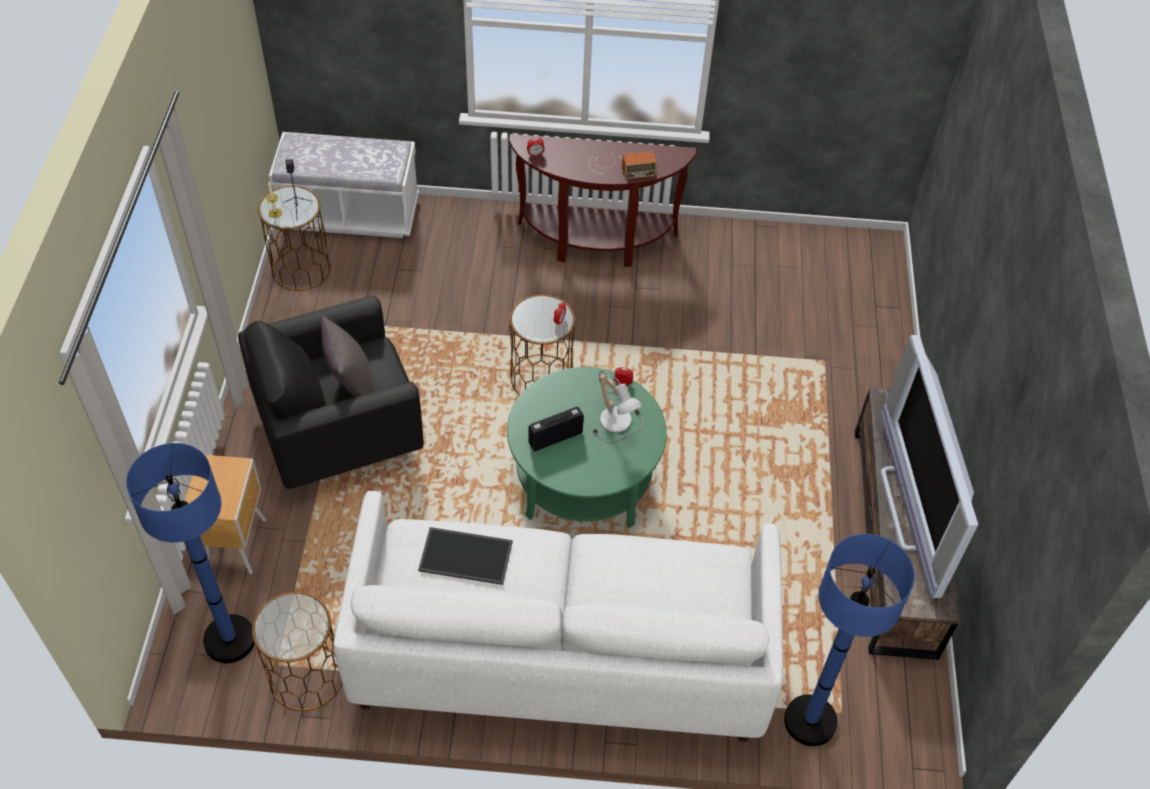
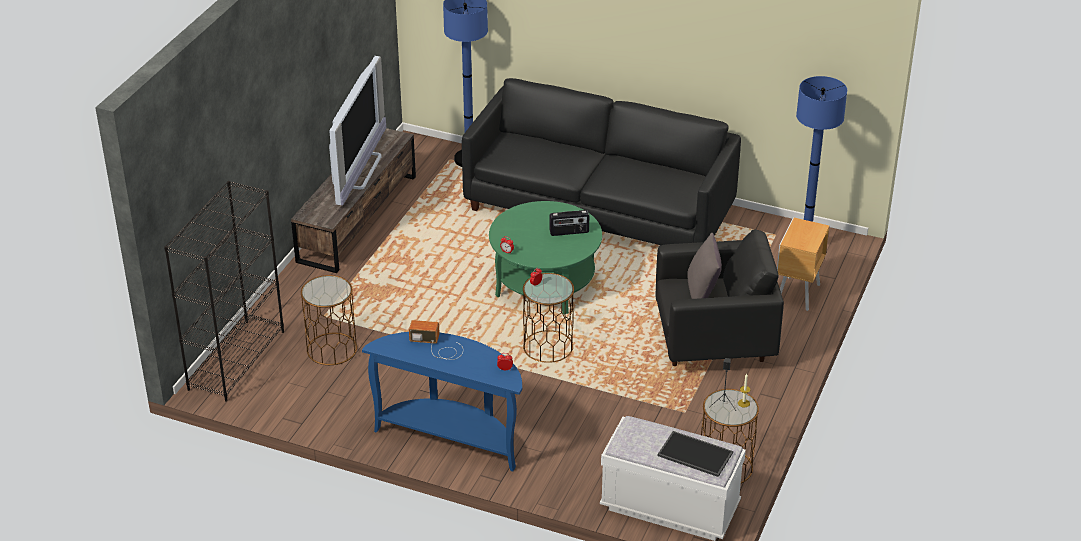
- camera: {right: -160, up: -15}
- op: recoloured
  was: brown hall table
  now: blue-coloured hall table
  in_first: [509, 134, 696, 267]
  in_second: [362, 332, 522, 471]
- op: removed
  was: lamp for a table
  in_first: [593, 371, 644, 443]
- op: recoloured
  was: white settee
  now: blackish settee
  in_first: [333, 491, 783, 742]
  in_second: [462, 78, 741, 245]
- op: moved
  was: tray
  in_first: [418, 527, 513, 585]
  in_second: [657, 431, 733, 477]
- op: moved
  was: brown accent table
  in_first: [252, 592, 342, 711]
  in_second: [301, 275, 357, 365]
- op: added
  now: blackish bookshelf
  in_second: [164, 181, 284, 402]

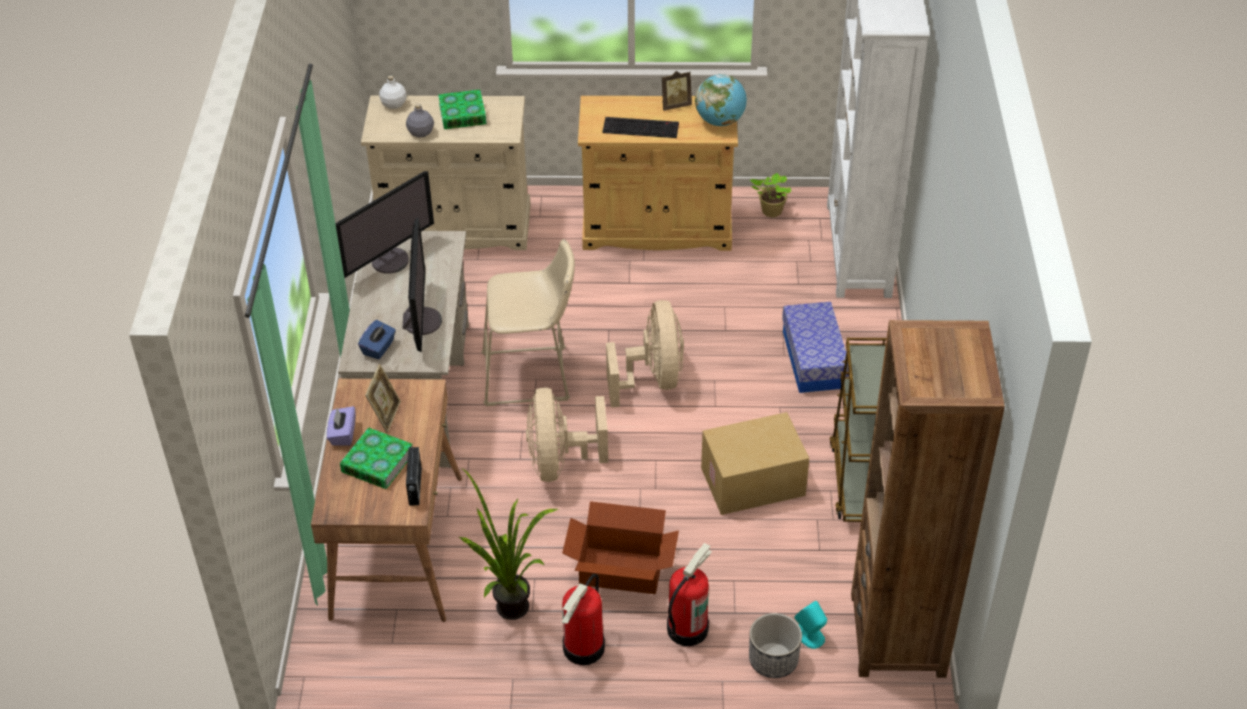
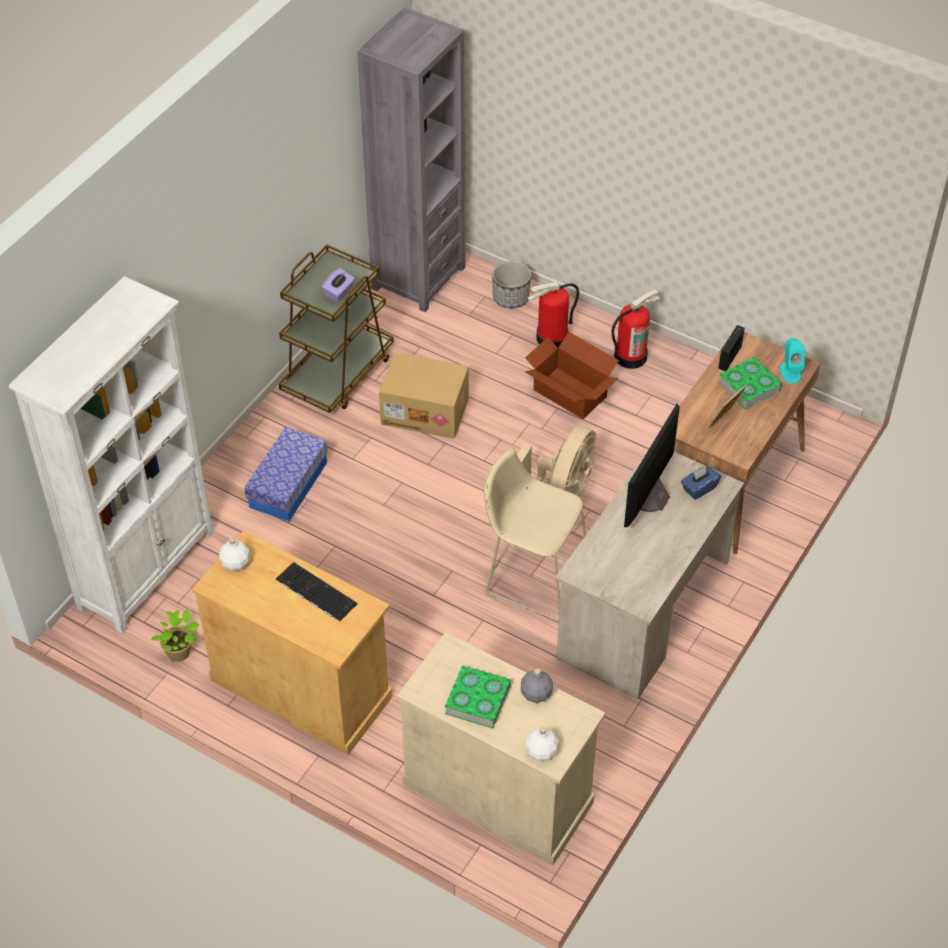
- camera: {right: -150, up: 5}
- op: removed
  was: photo frame
  in_first: [662, 71, 692, 111]
- op: replaced
  was: world globe
  now: white bottle
  in_first: [695, 74, 747, 126]
  in_second: [219, 537, 250, 571]
- op: removed
  was: computer display
  in_first: [335, 171, 434, 278]
- op: removed
  was: sand-coloured cooling fan
  in_first: [606, 300, 684, 407]
- op: recoloured
  was: brown bookshelf
  now: grey bookshelf
  in_first: [851, 320, 1005, 678]
  in_second: [357, 7, 466, 312]
- op: moved
  was: purple box of tissues
  in_first: [327, 406, 355, 446]
  in_second: [321, 268, 355, 302]
- op: removed
  was: houseplant
  in_first: [458, 469, 558, 620]
- op: moved
  was: turquoise loudspeaker
  in_first: [794, 601, 827, 649]
  in_second: [780, 338, 805, 383]

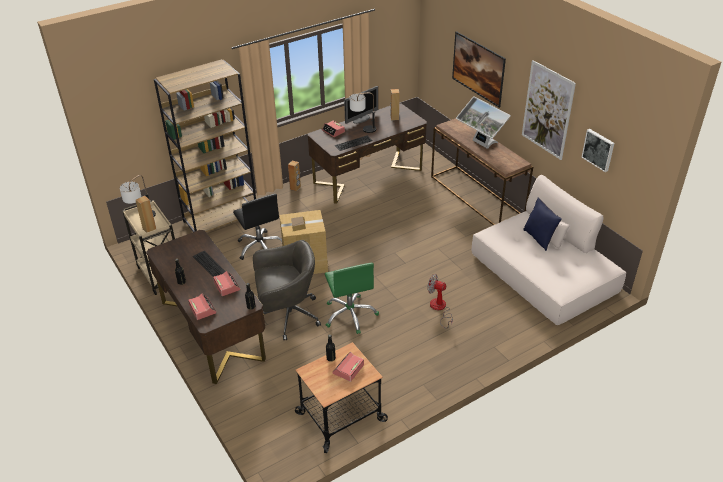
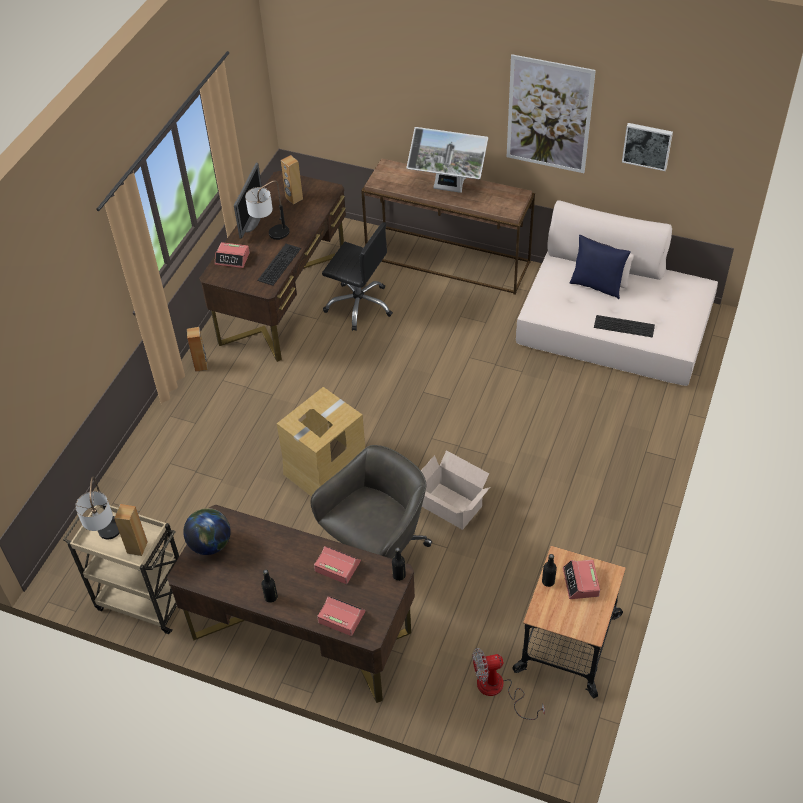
- camera: {right: -35, up: 10}
- op: removed
  was: wall art
  in_first: [452, 31, 506, 108]
- op: removed
  was: brown bookshelf
  in_first: [154, 59, 256, 232]
- op: moved
  was: blackish office chair
  in_first: [233, 194, 282, 260]
  in_second: [322, 222, 393, 331]
- op: moved
  was: PC keyboard
  in_first: [193, 251, 226, 277]
  in_second: [594, 315, 655, 337]
- op: replaced
  was: green office chair
  now: carton
  in_first: [325, 263, 379, 334]
  in_second: [421, 450, 490, 530]
- op: moved
  was: cooling fan
  in_first: [427, 274, 453, 329]
  in_second: [472, 648, 545, 720]
- op: added
  now: world globe
  in_second: [183, 508, 231, 555]

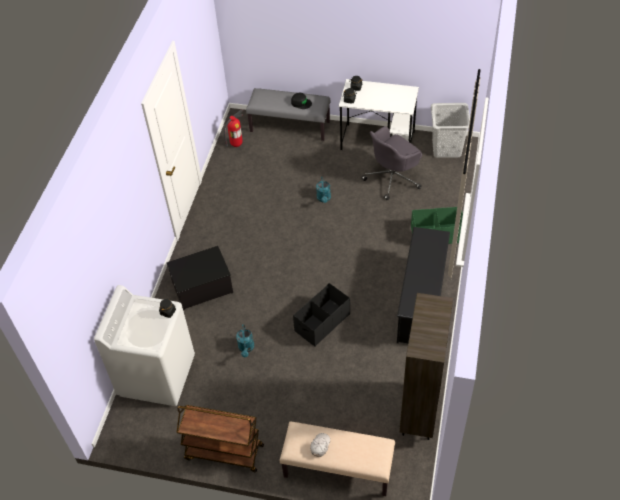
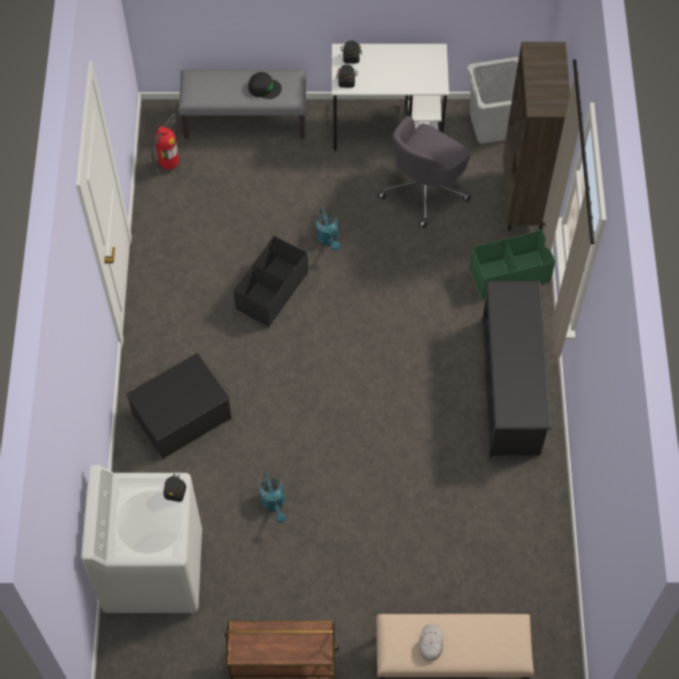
- camera: {right: -15, up: 10}
- op: moved
  was: blackish storage box
  in_first: [293, 283, 350, 346]
  in_second: [234, 236, 308, 327]
- op: moved
  was: brown bookshelf
  in_first: [400, 293, 453, 440]
  in_second: [503, 42, 570, 231]

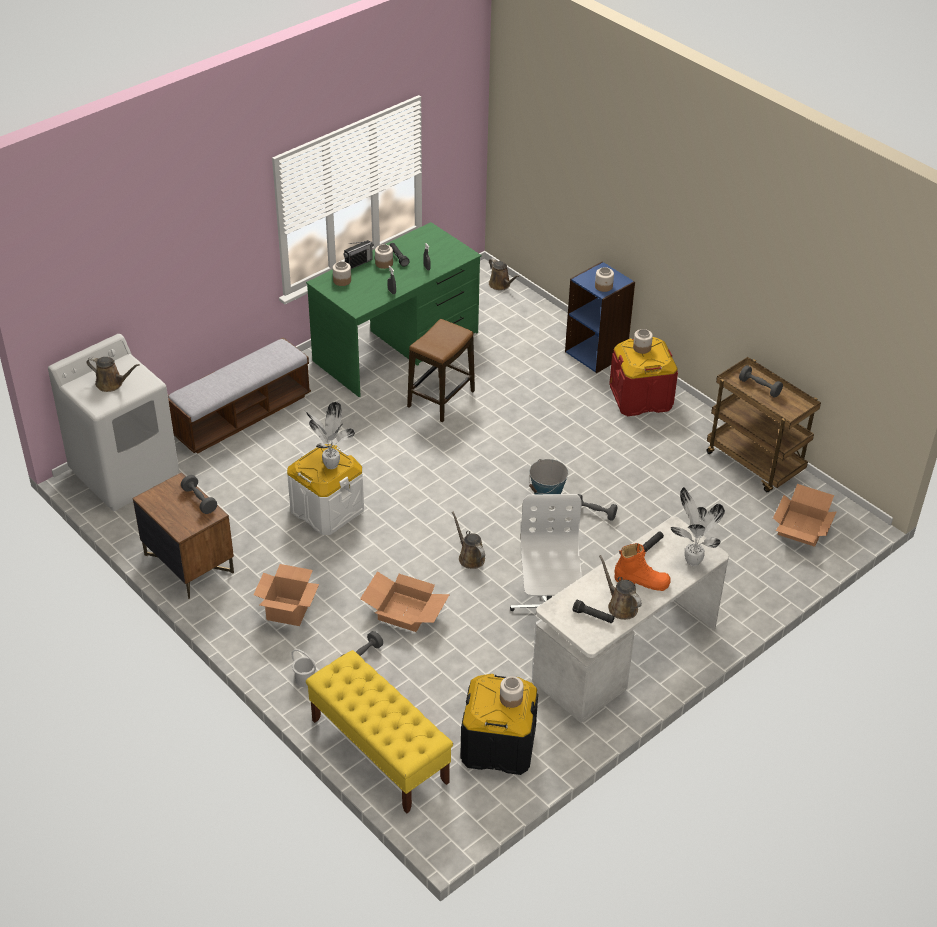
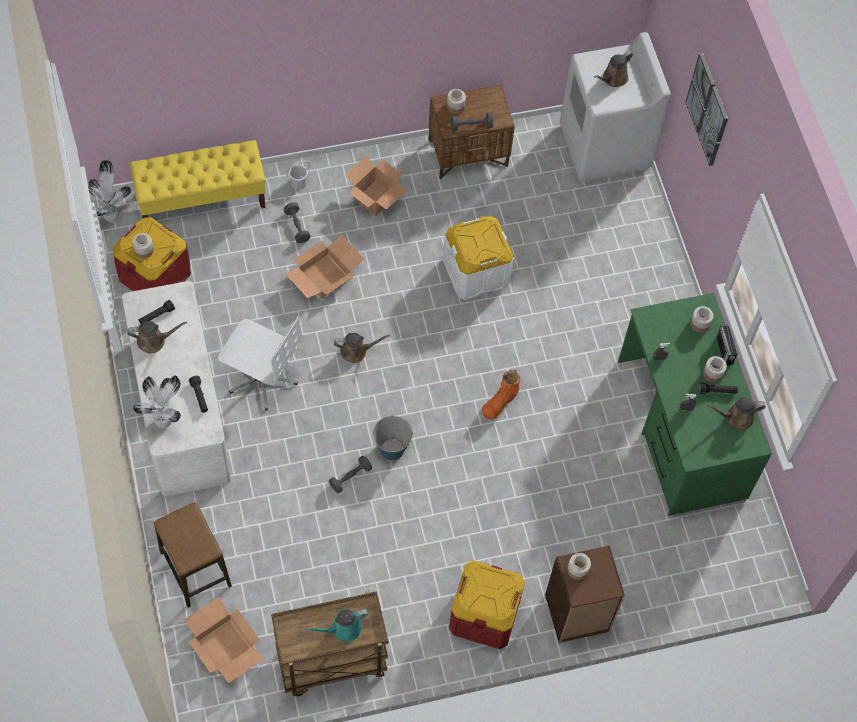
- camera: {right: 115, up: 20}
- op: moved
  was: brown watering can
  in_first: [489, 258, 519, 290]
  in_second: [707, 397, 766, 430]
- op: recoloured
  was: blue-coloured bookshelf
  now: brown bookshelf
  in_first: [565, 261, 635, 373]
  in_second: [545, 545, 625, 643]
- op: moved
  was: sitting stool
  in_first: [407, 319, 475, 422]
  in_second: [154, 502, 232, 608]
- op: moved
  was: preserve jar
  in_first: [633, 329, 653, 354]
  in_second: [447, 89, 466, 114]
- op: removed
  was: bench
  in_first: [168, 337, 311, 454]
- op: replaced
  was: grey hand weight
  now: turquoise watering can
  in_first: [739, 365, 783, 398]
  in_second: [305, 609, 369, 642]
- op: moved
  was: houseplant
  in_first: [306, 402, 355, 469]
  in_second: [88, 160, 131, 223]
- op: moved
  was: orangey tall boot
  in_first: [614, 543, 671, 591]
  in_second: [482, 370, 520, 419]
- op: recoloured
  was: blackish storage box
  now: red storage box
  in_first: [460, 674, 538, 775]
  in_second: [113, 217, 191, 291]
- op: added
  now: wall art
  in_second: [685, 53, 728, 166]

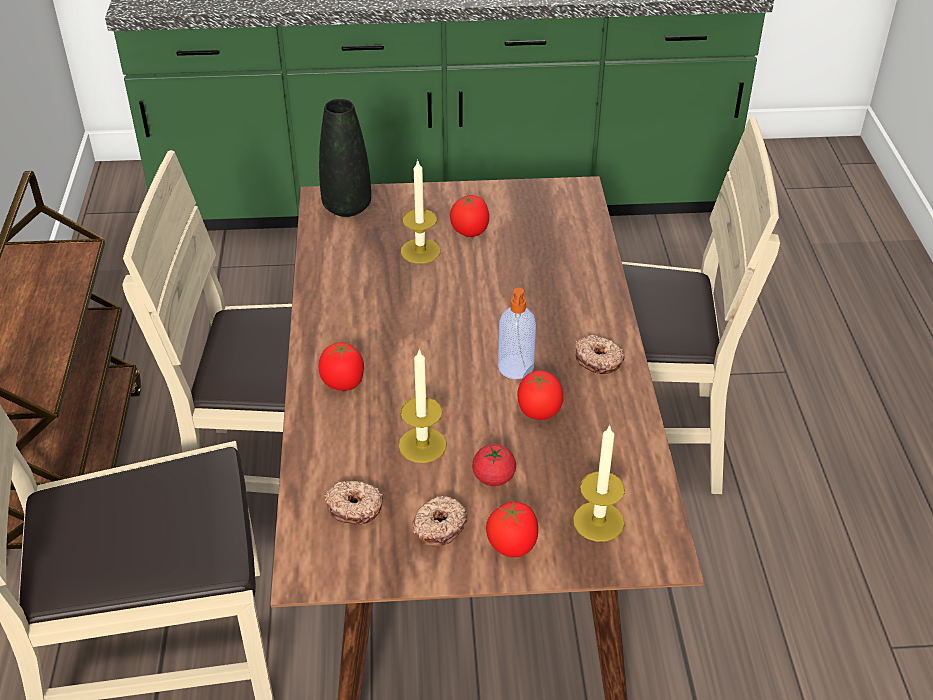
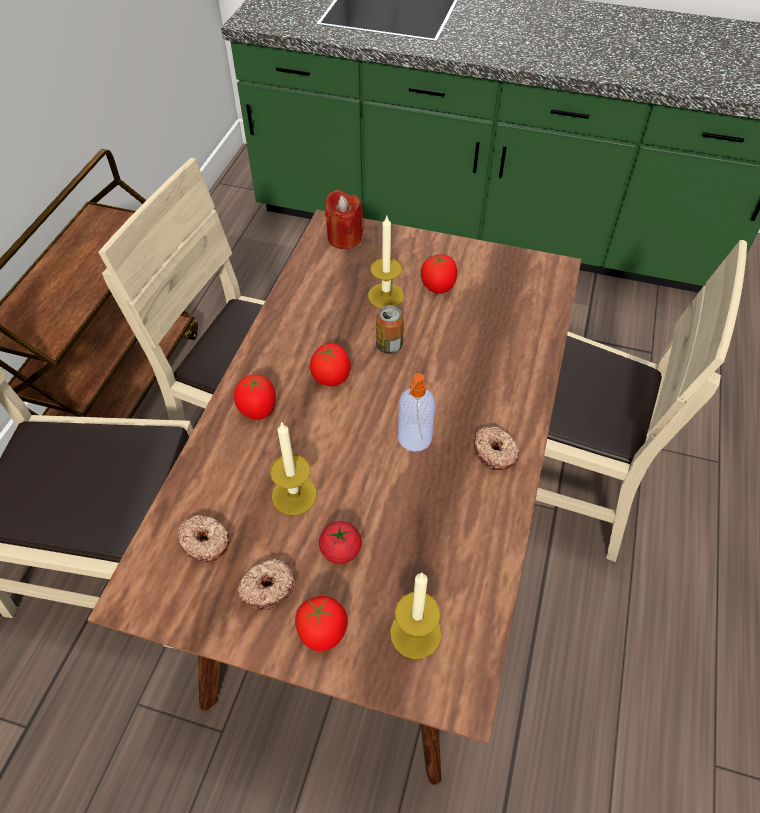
- camera: {right: 20, up: 10}
- op: replaced
  was: blackish decorative vase
  now: red candle
  in_first: [319, 99, 371, 217]
  in_second: [325, 190, 363, 249]
- op: moved
  was: tomato
  in_first: [517, 370, 563, 420]
  in_second: [310, 343, 351, 386]
- op: added
  now: sealed can
  in_second: [376, 305, 404, 354]

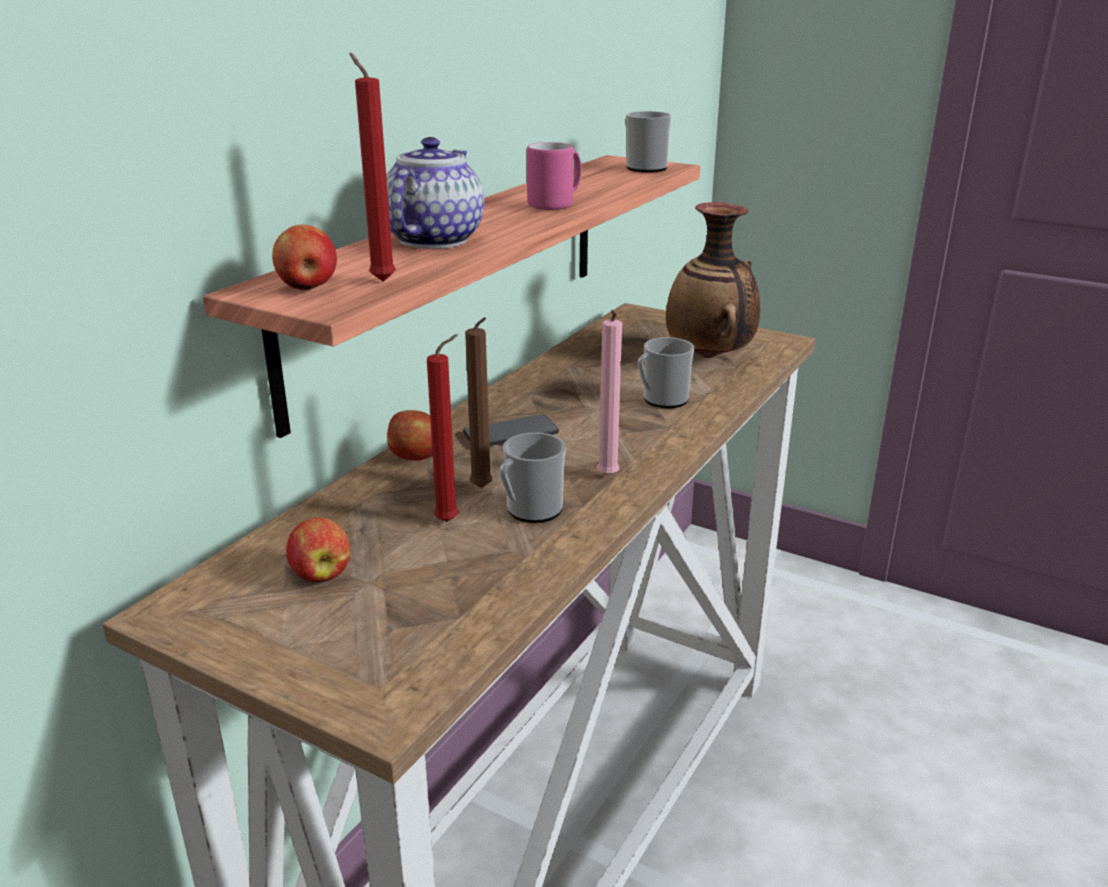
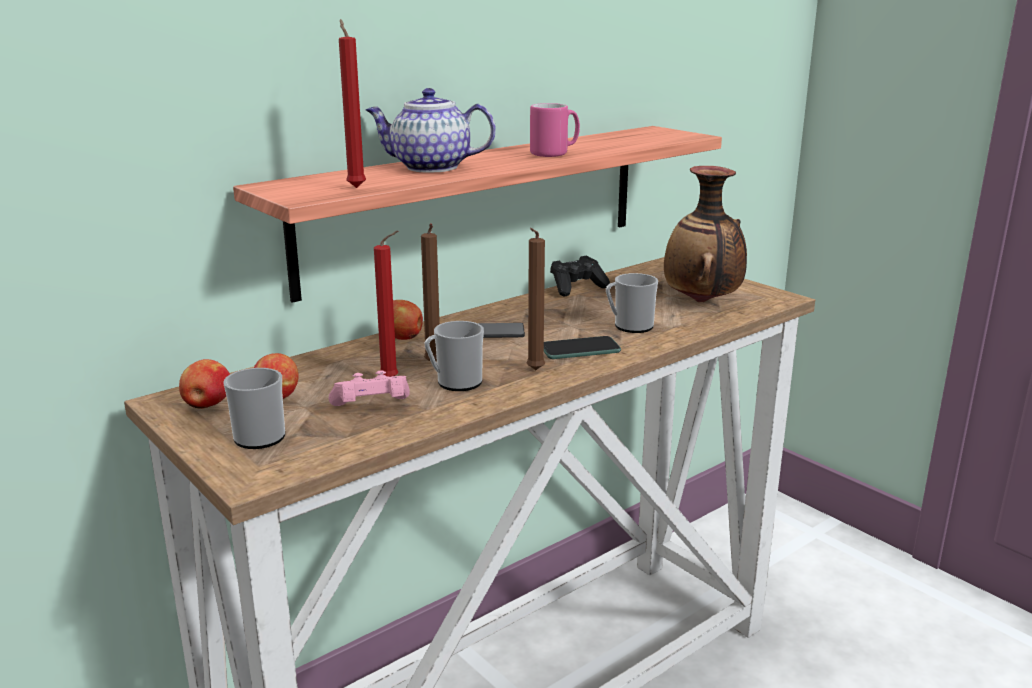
- camera: {right: 20, up: -5}
- op: moved
  was: mug
  in_first: [625, 111, 672, 173]
  in_second: [223, 368, 285, 449]
- op: turned
  was: pot for tea
  in_first: [386, 137, 484, 249]
  in_second: [365, 88, 496, 173]
  clockwise: -120
- op: moved
  was: apple
  in_first: [272, 225, 337, 290]
  in_second: [179, 359, 230, 409]
- op: recoloured
  was: pinkish candle
  now: brown candle
  in_first: [597, 310, 622, 476]
  in_second: [526, 228, 545, 370]
- op: added
  now: blackish joypad
  in_second: [550, 256, 610, 297]
- op: added
  now: telephone
  in_second: [544, 336, 621, 359]
- op: added
  now: pinkish joypad
  in_second: [329, 370, 410, 406]

